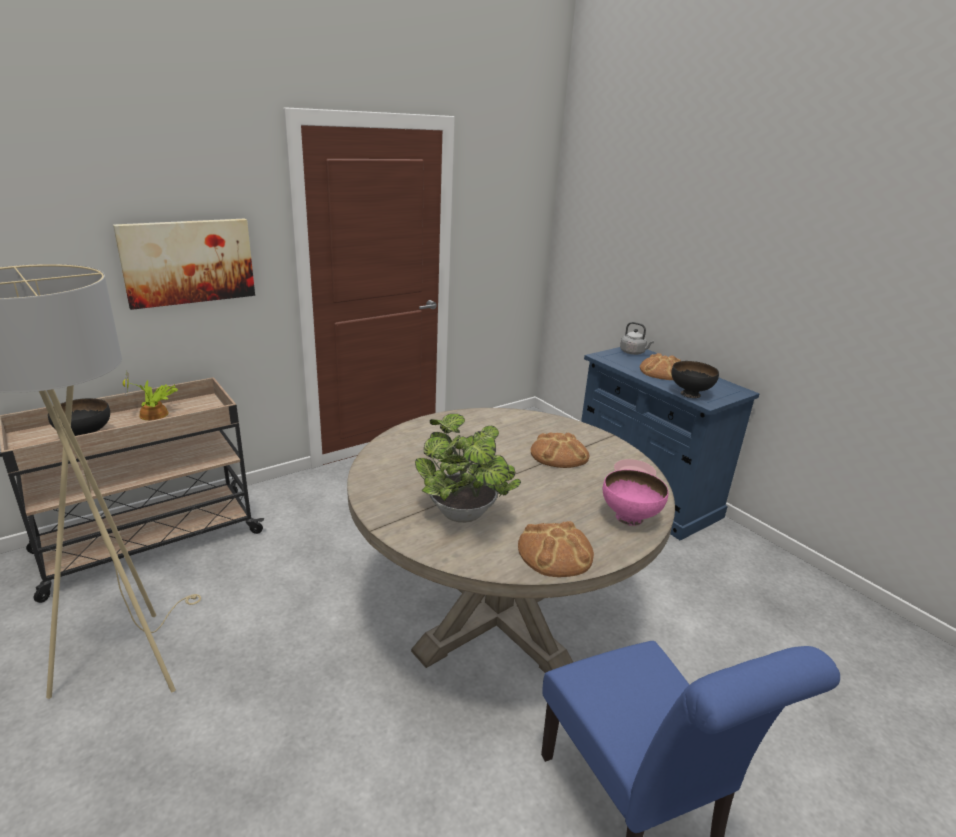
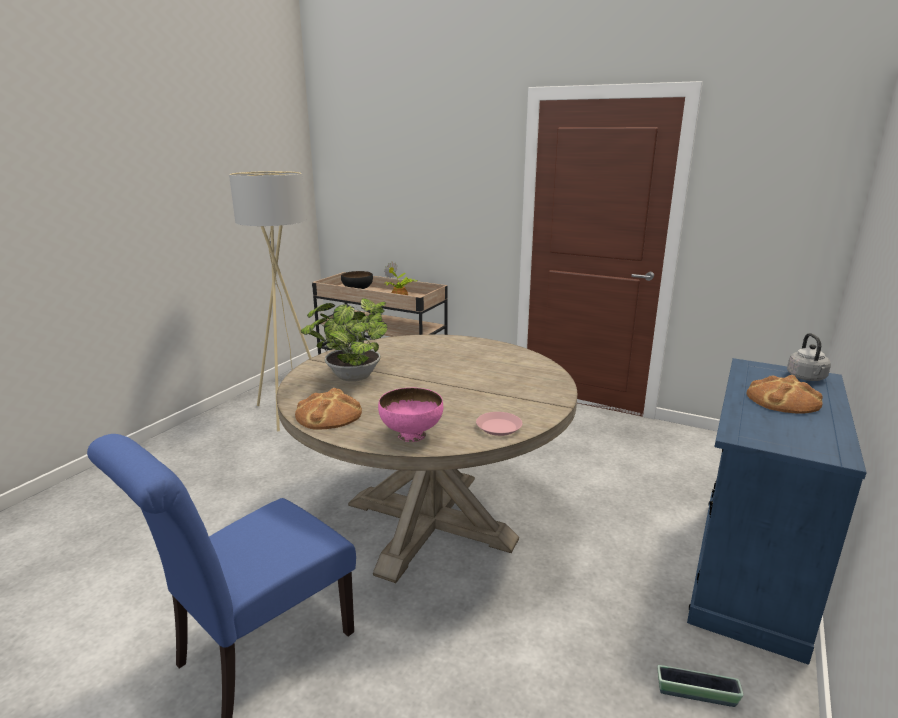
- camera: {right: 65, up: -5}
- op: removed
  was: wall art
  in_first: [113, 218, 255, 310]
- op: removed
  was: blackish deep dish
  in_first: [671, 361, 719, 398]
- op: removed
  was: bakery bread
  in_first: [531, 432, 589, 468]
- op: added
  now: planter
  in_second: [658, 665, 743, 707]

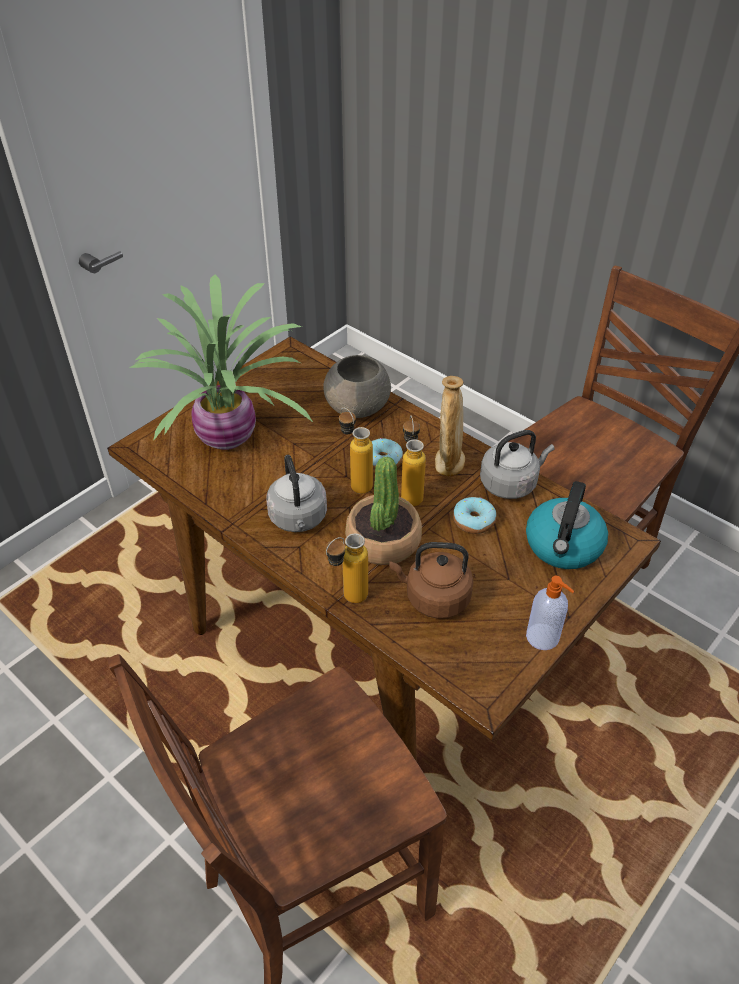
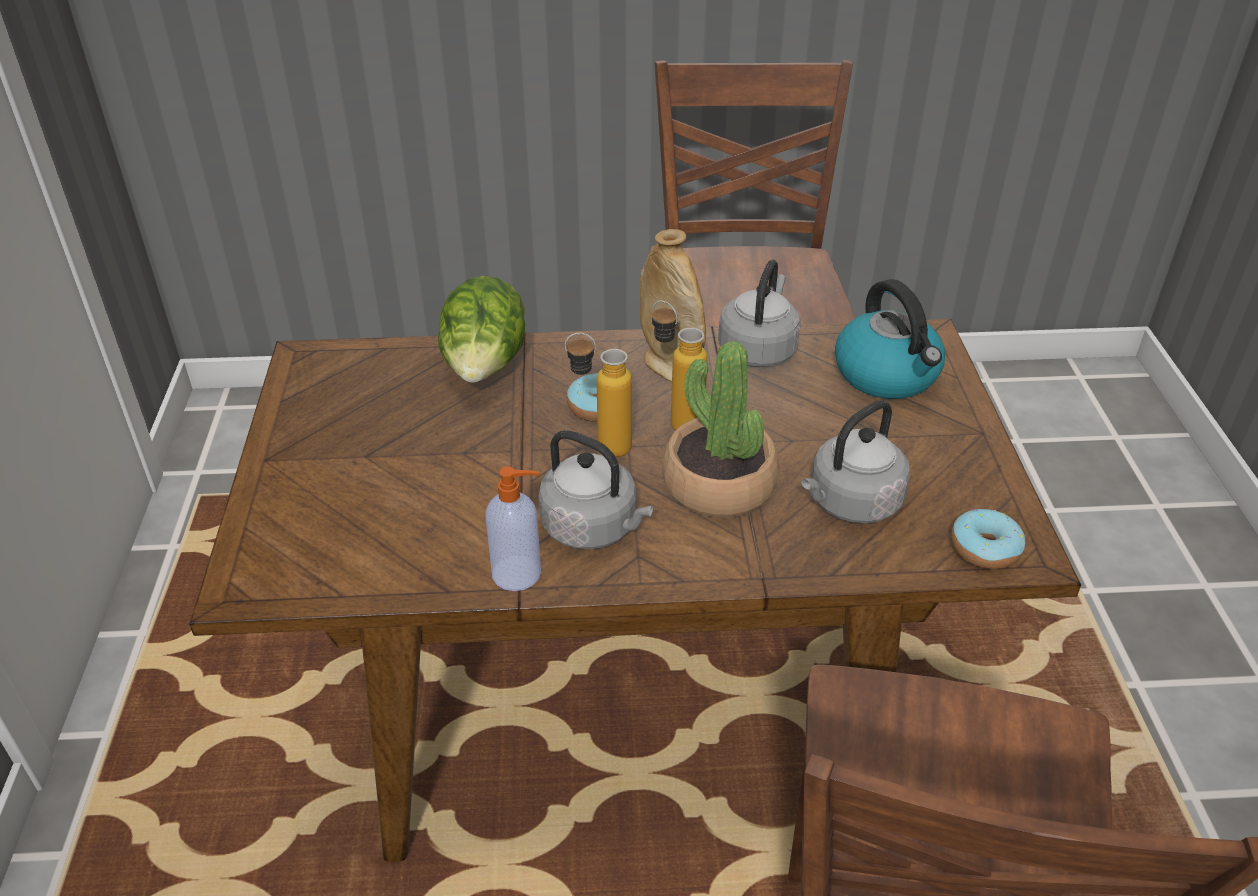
- camera: {right: -45, up: -5}
- op: removed
  was: houseplant
  in_first: [129, 275, 313, 450]
- op: replaced
  was: grey deep dish
  now: lettuce head
  in_first: [323, 355, 391, 418]
  in_second: [438, 276, 525, 383]
- op: moved
  was: donut
  in_first: [453, 497, 496, 534]
  in_second: [951, 509, 1025, 569]
- op: removed
  was: bottle
  in_first: [326, 533, 368, 603]
- op: recoloured
  was: brown water kettle
  now: grey water kettle
  in_first: [389, 542, 473, 619]
  in_second: [802, 400, 910, 523]
- op: moved
  was: soap bottle
  in_first: [526, 576, 574, 650]
  in_second: [485, 467, 541, 591]

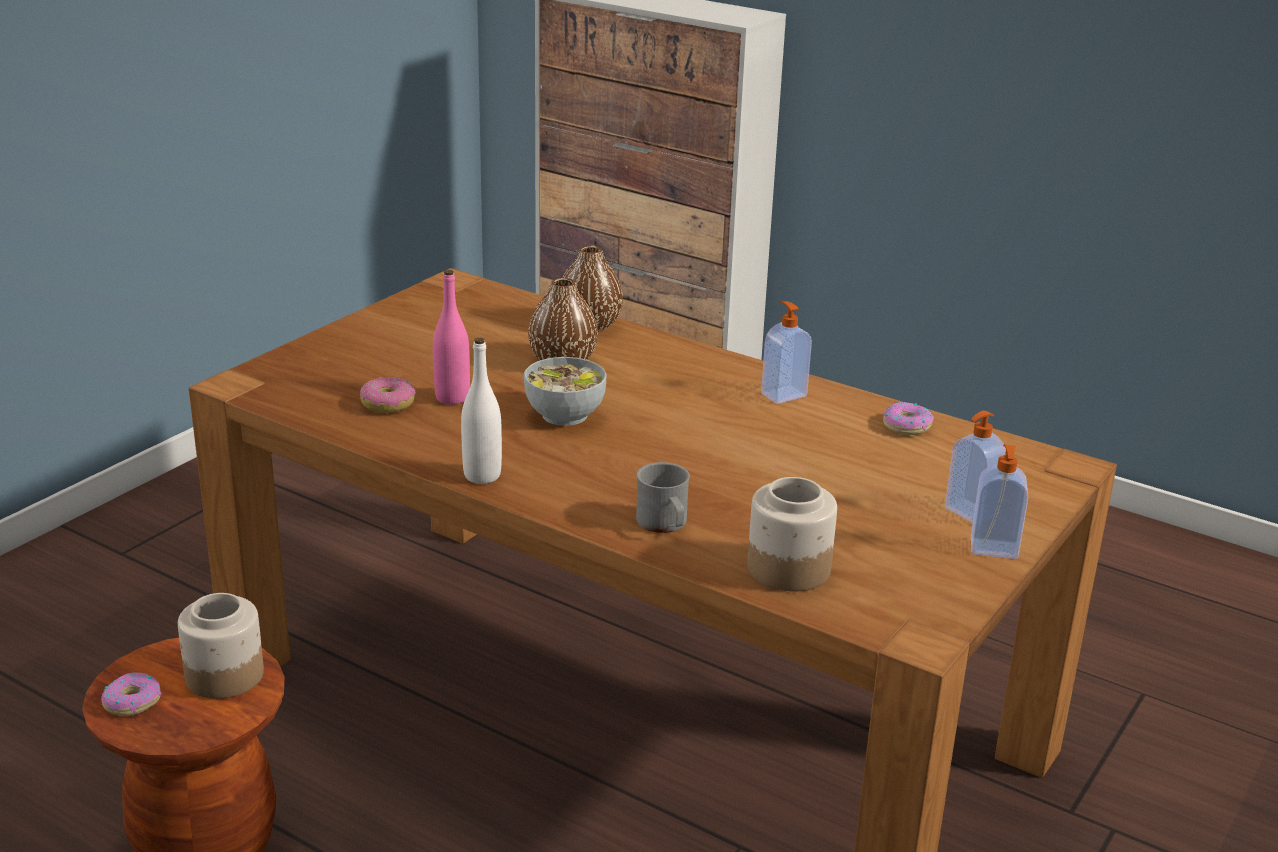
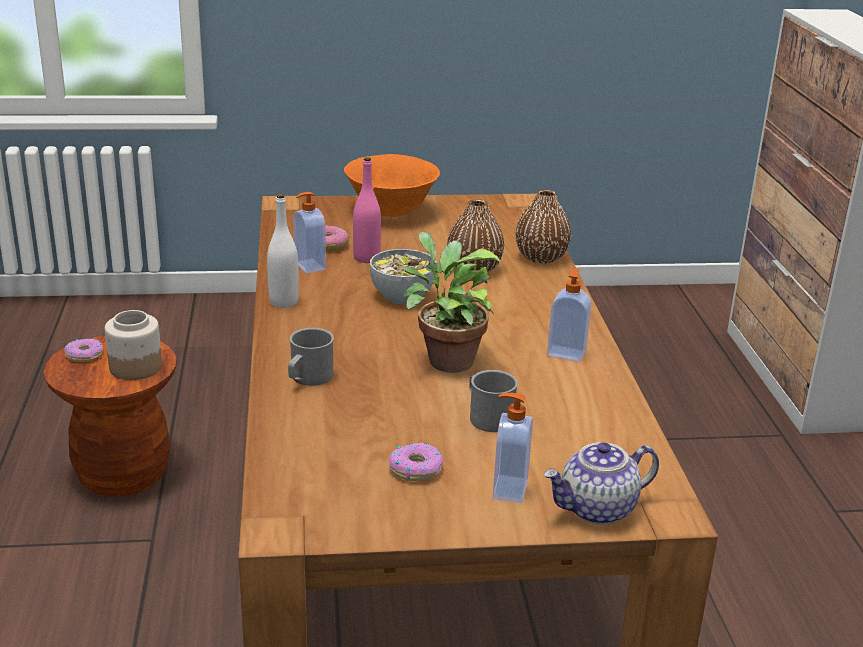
- camera: {right: 50, up: 0}
- op: moved
  was: donut
  in_first: [883, 402, 934, 435]
  in_second: [389, 443, 443, 481]
- op: moved
  was: soap bottle
  in_first: [971, 444, 1028, 559]
  in_second: [293, 192, 326, 273]
- op: removed
  was: preserve jar
  in_first: [747, 477, 837, 591]
- op: added
  now: orangey deep dish
  in_second: [344, 154, 440, 217]
- op: added
  now: houseplant
  in_second: [403, 232, 501, 373]
- op: added
  now: grey mug
  in_second: [469, 370, 518, 432]
- op: added
  now: pot for tea
  in_second: [544, 442, 659, 525]

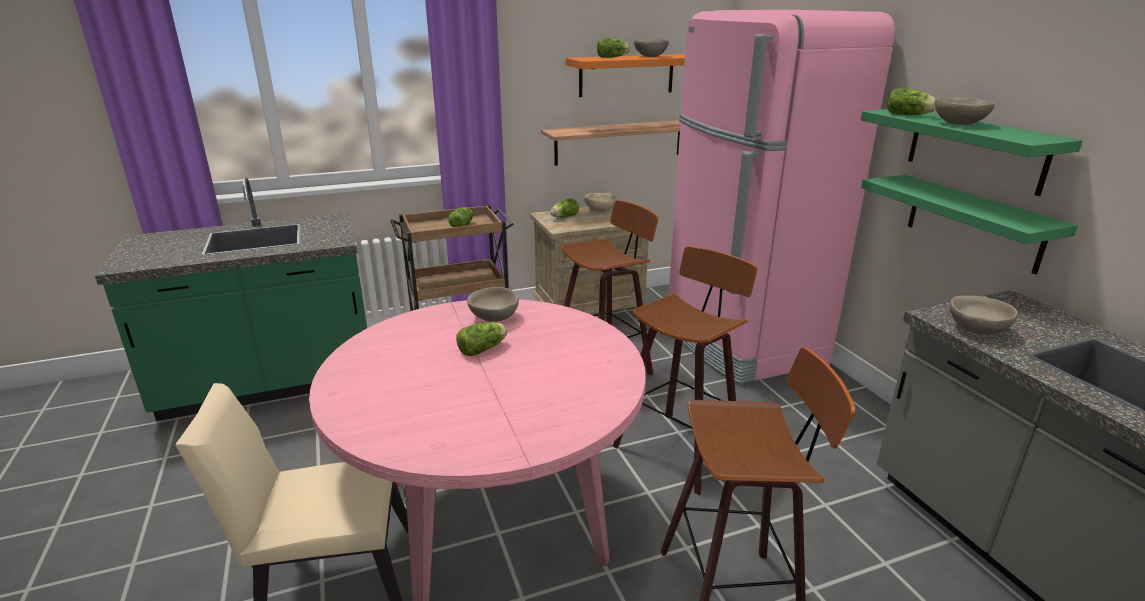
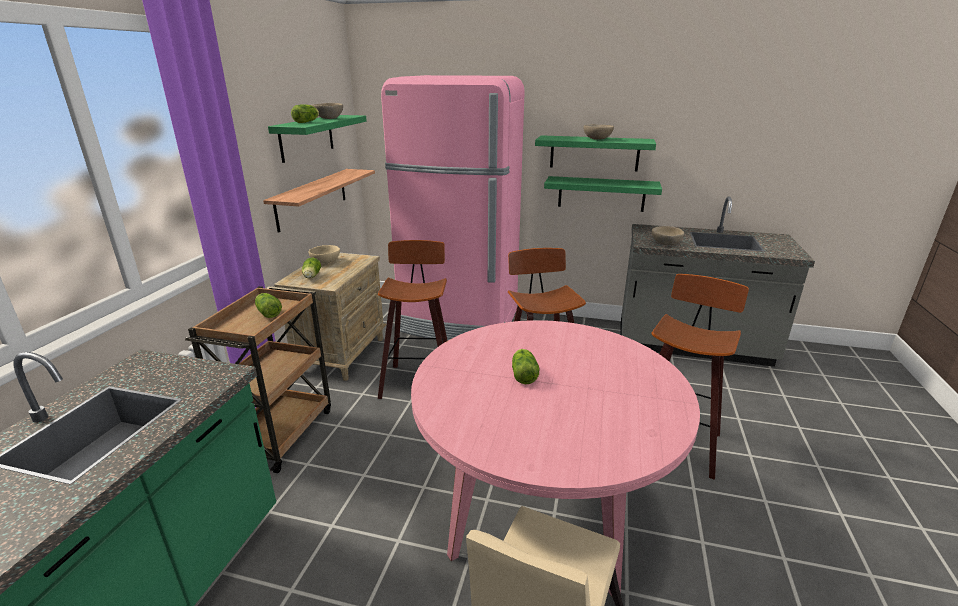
- camera: {right: -55, up: 0}
- op: recoloured
  was: orangey bracket shelf
  now: green bracket shelf
  in_first: [566, 54, 685, 97]
  in_second: [268, 115, 367, 163]
- op: removed
  was: lettuce head
  in_first: [887, 88, 936, 115]
- op: removed
  was: sand-coloured deep dish
  in_first: [467, 287, 519, 322]

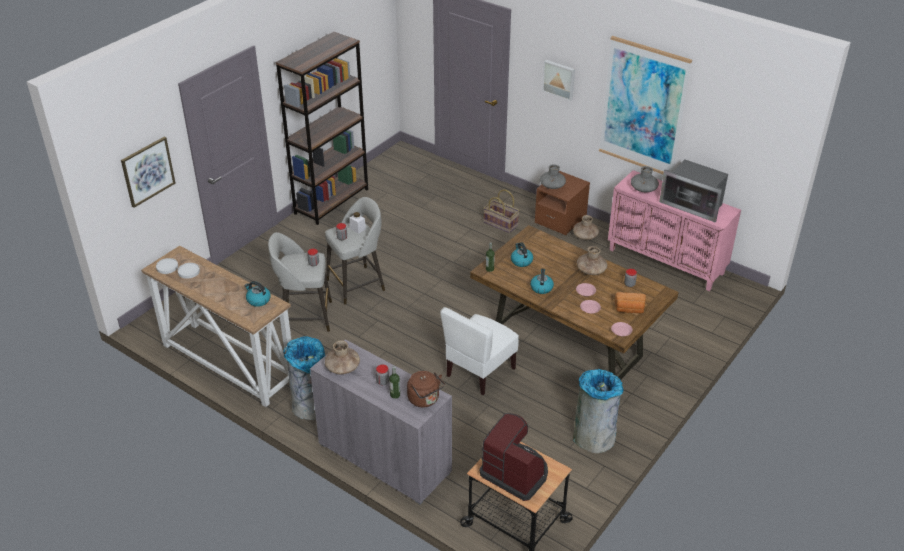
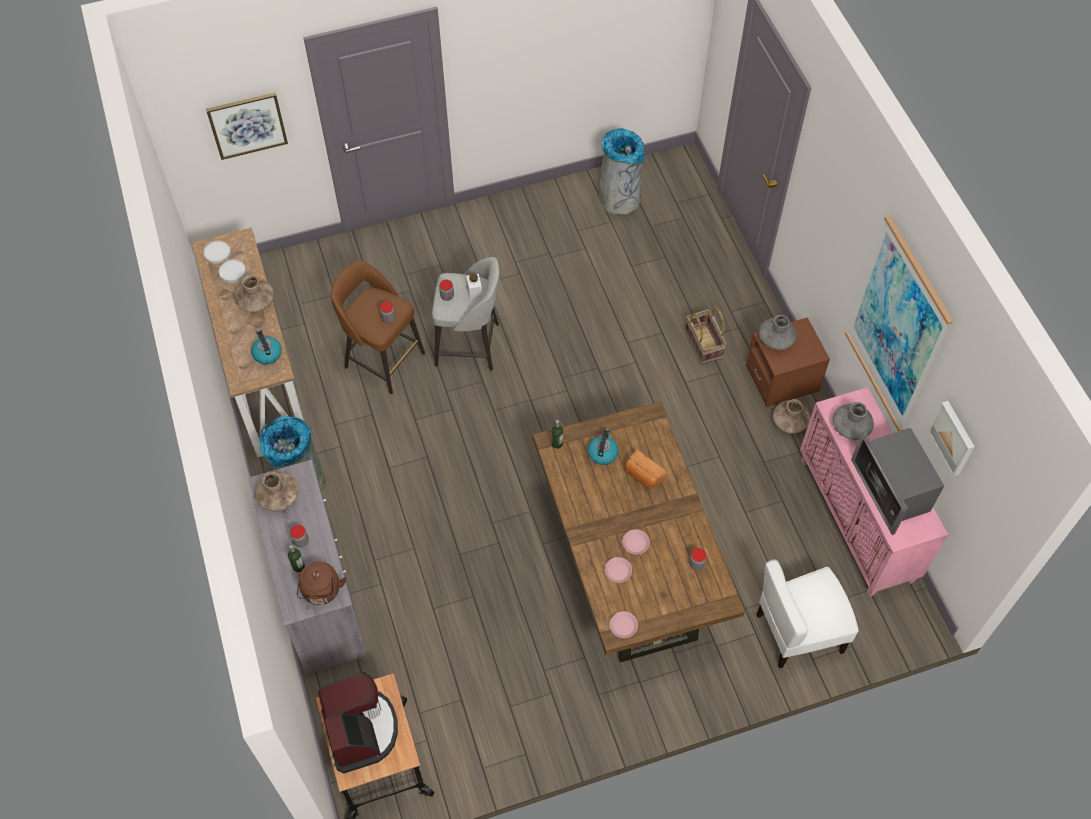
- camera: {right: 35, up: 20}
- op: removed
  was: brown bookshelf
  in_first: [276, 32, 368, 225]
- op: moved
  was: wall art
  in_first: [542, 60, 575, 101]
  in_second: [928, 401, 975, 476]
- op: recoloured
  was: grey sitting stool
  now: brown sitting stool
  in_first: [268, 232, 332, 332]
  in_second: [331, 261, 425, 394]
- op: moved
  was: brown decorative vase
  in_first: [577, 246, 607, 275]
  in_second: [234, 275, 274, 313]
- op: removed
  was: water kettle
  in_first: [530, 269, 554, 294]
- op: moved
  was: bakery bread
  in_first: [615, 292, 646, 313]
  in_second: [625, 450, 667, 490]
- op: moved
  was: white upright chair
  in_first: [440, 307, 519, 395]
  in_second: [756, 559, 858, 669]
- op: moved
  was: grey rubbish bin
  in_first: [573, 369, 624, 453]
  in_second: [598, 128, 644, 215]

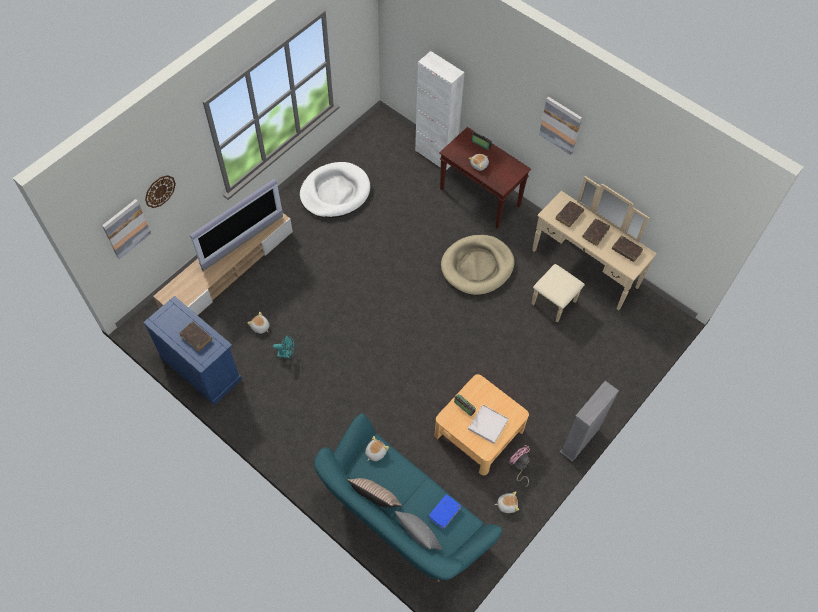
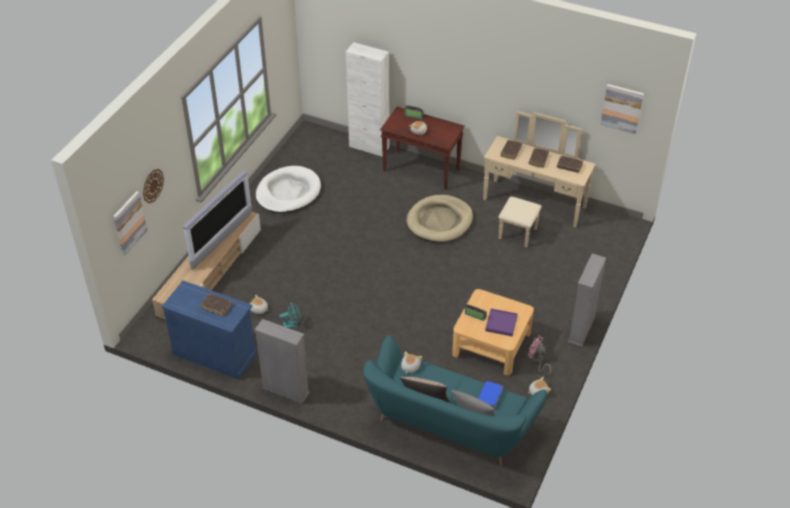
- camera: {right: -15, up: -15}
- op: moved
  was: wall art
  in_first: [539, 97, 582, 155]
  in_second: [600, 84, 644, 134]
- op: recoloured
  was: white tray
  now: purple tray
  in_first: [468, 404, 509, 444]
  in_second: [485, 309, 518, 336]
- op: added
  now: grey bookshelf
  in_second: [255, 319, 310, 403]

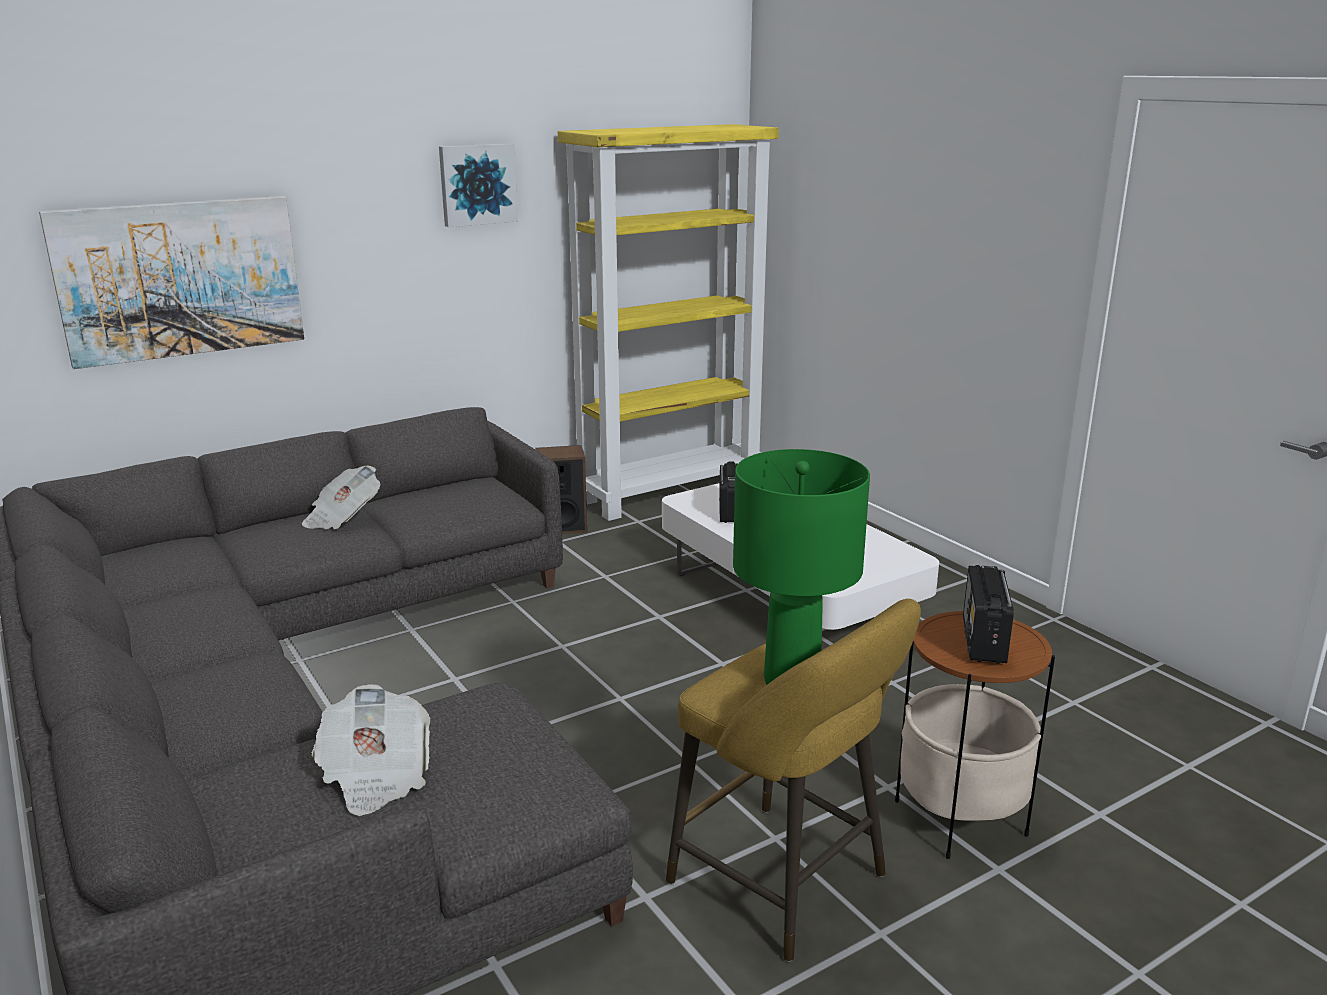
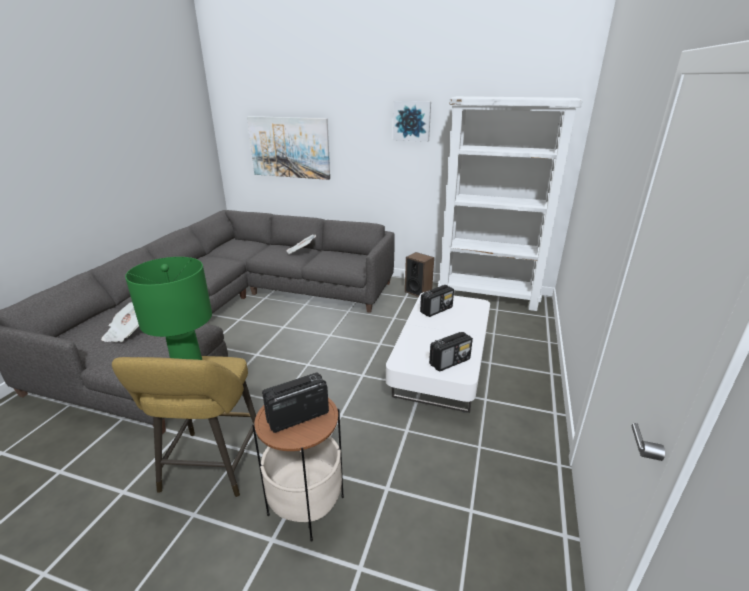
- camera: {right: 50, up: 5}
- op: recoloured
  was: yellowish bookshelf
  now: white bookshelf
  in_first: [558, 124, 779, 521]
  in_second: [438, 96, 583, 311]
- op: added
  now: radio receiver
  in_second: [429, 332, 473, 372]

